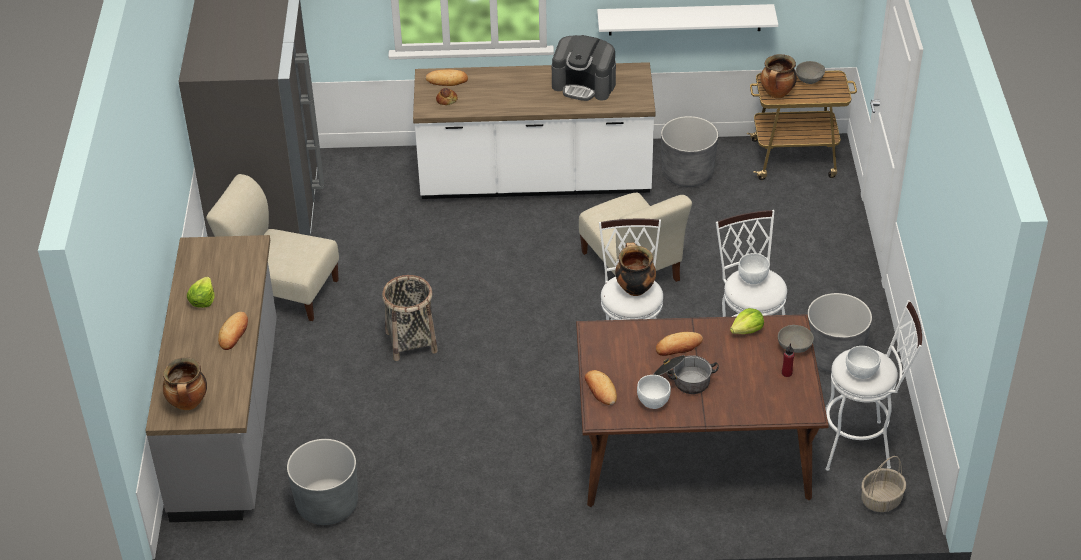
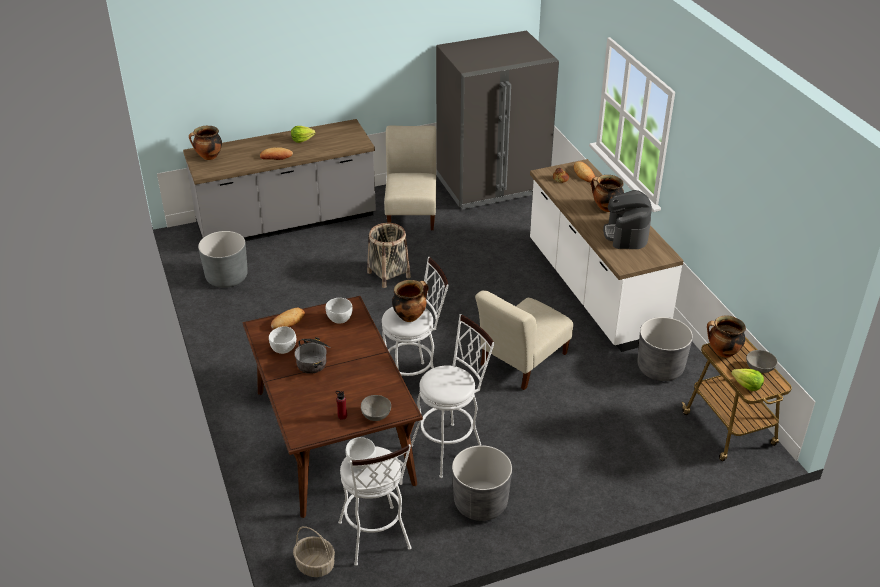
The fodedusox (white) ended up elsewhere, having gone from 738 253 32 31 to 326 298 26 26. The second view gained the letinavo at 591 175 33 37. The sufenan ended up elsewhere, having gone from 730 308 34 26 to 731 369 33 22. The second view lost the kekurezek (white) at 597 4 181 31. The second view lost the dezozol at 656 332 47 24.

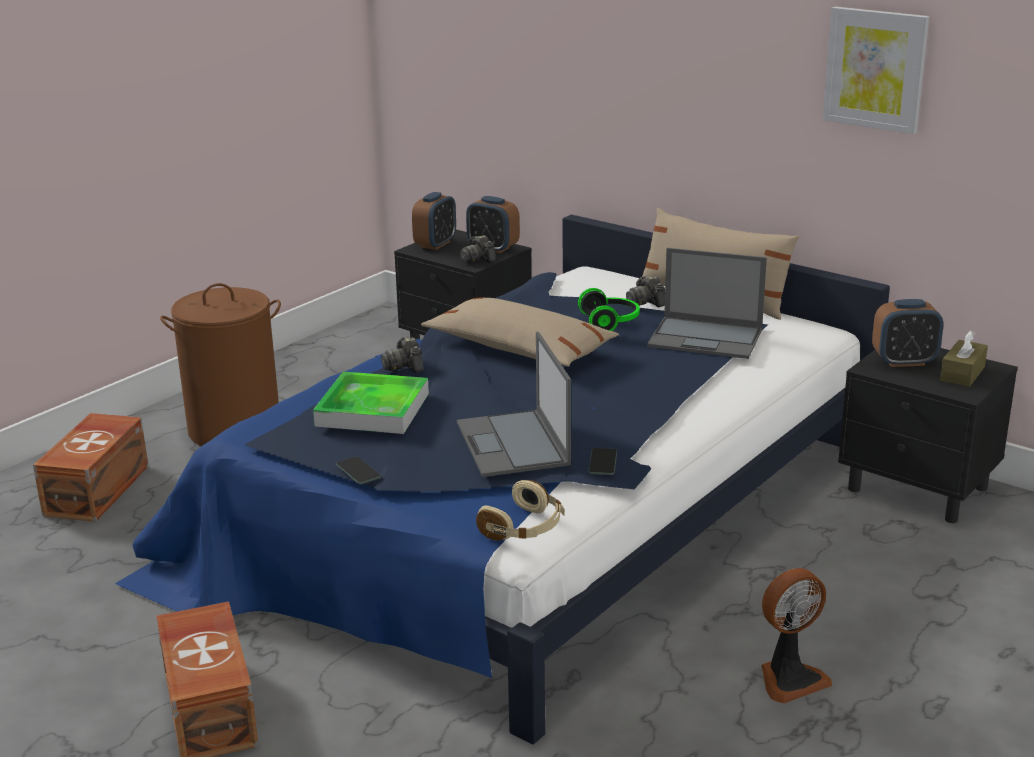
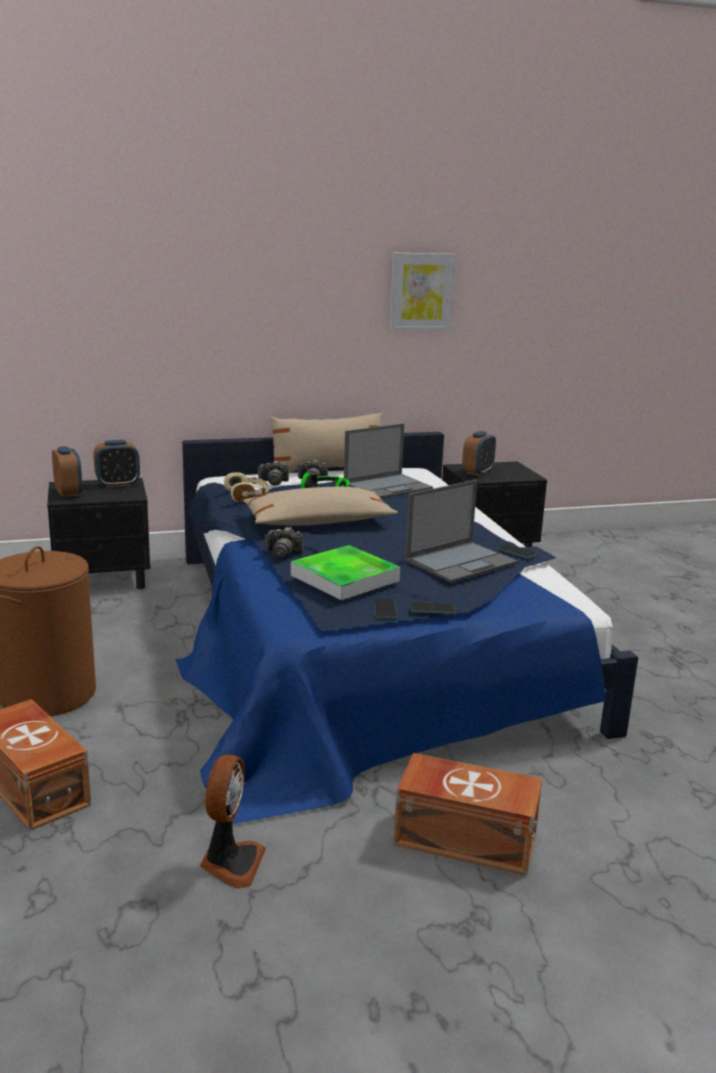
The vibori ended up elsewhere, having gone from 761 568 71 136 to 200 755 66 134. The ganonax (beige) ended up elsewhere, having gone from 476 480 89 61 to 224 472 45 30. The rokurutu ended up elsewhere, having gone from 460 235 36 29 to 257 460 32 26. The second view gained the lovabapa at 374 599 23 20. The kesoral at 457 332 114 145 ended up facing another way, 60 degrees counterclockwise from before. The second view lost the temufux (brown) at 940 330 48 57.

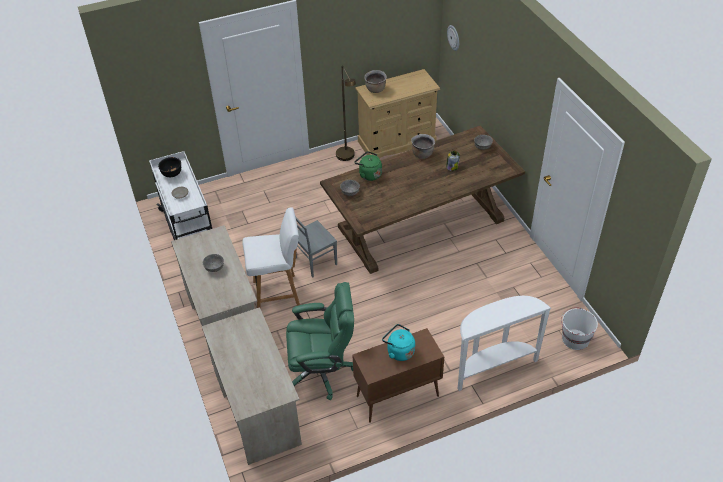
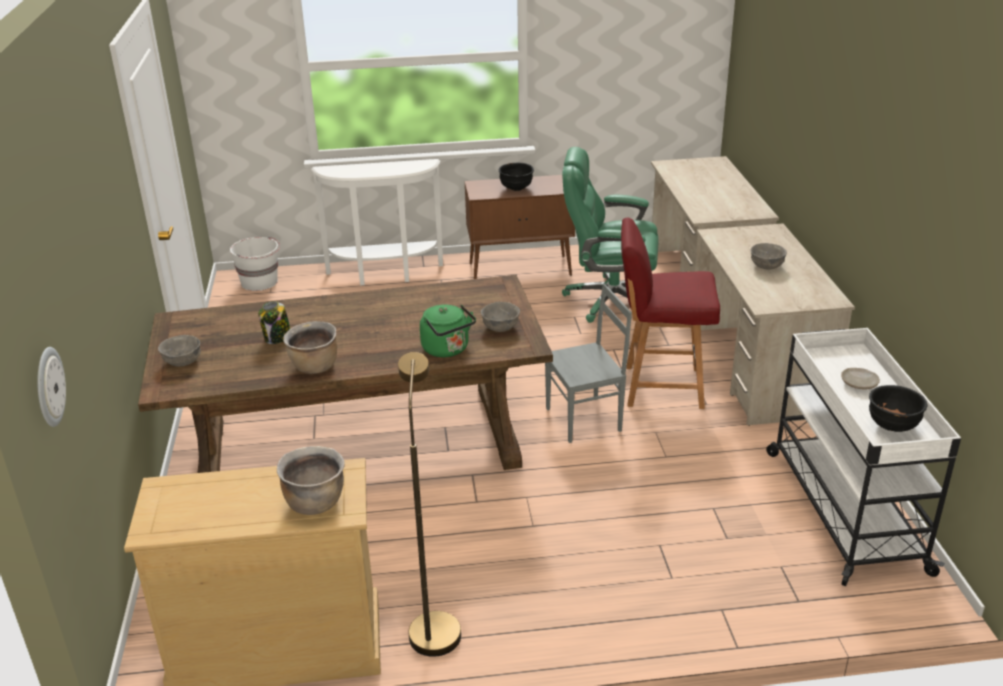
Where the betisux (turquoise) stood at 382 324 33 37, the fodedusox (black) came to stand at 499 163 35 28. What was the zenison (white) at 242 207 58 101 turned into the zenison (red) at 621 218 99 191.

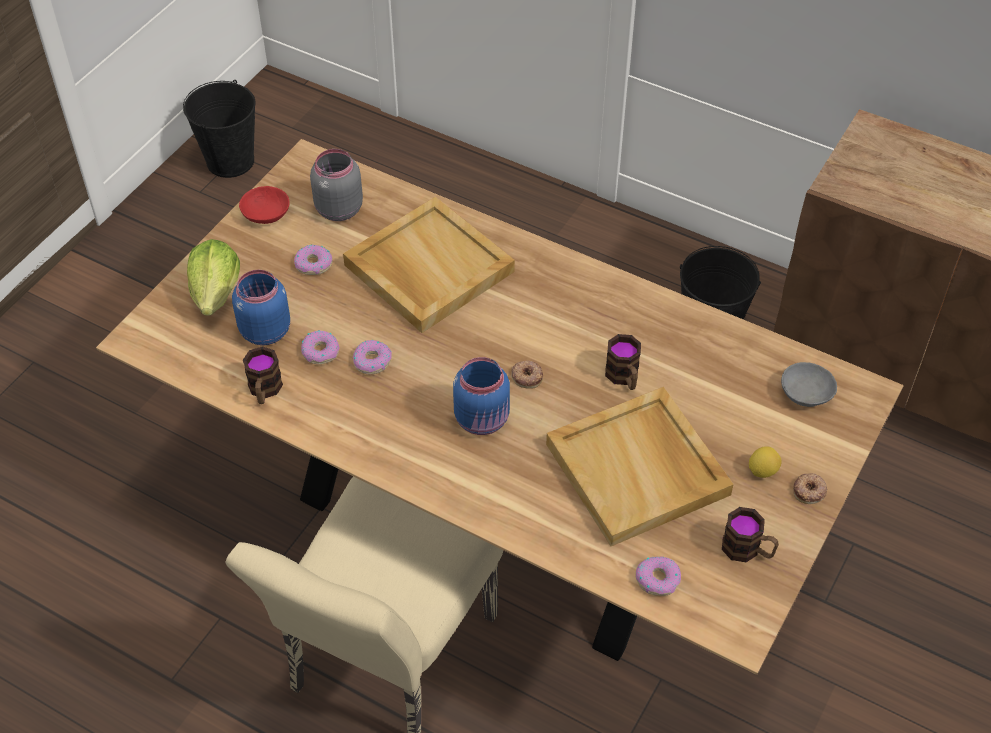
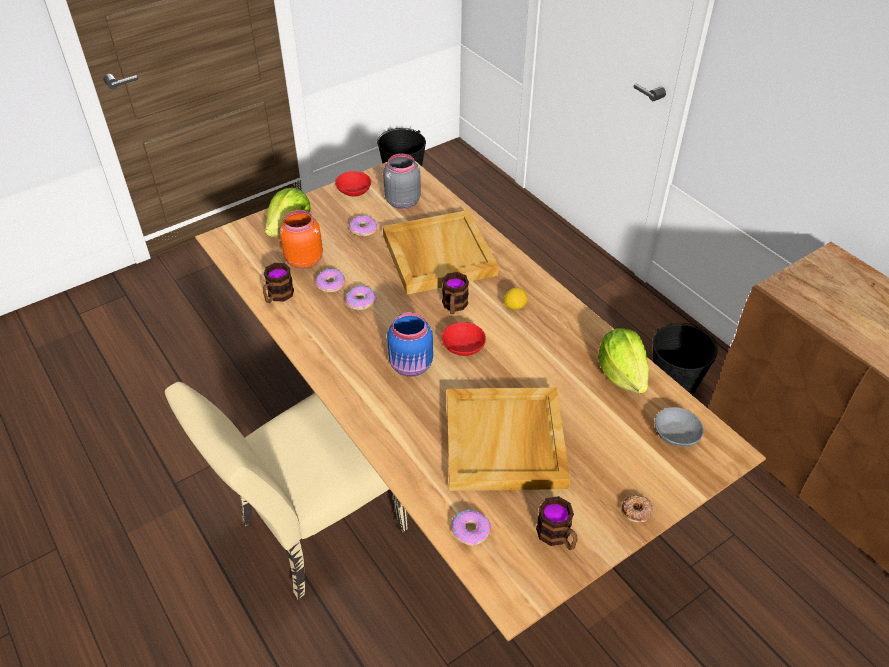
What was the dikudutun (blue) at 232 270 58 75 turned into the dikudutun (orange) at 280 210 43 59. The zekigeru ended up elsewhere, having gone from 605 334 36 56 to 442 272 27 42. Where the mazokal stood at 511 360 32 29, the fodedusox (red) came to stand at 442 322 44 34. The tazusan ended up elsewhere, having gone from 749 446 33 32 to 504 288 24 22. The second view gained the sufenan at 598 328 51 65.

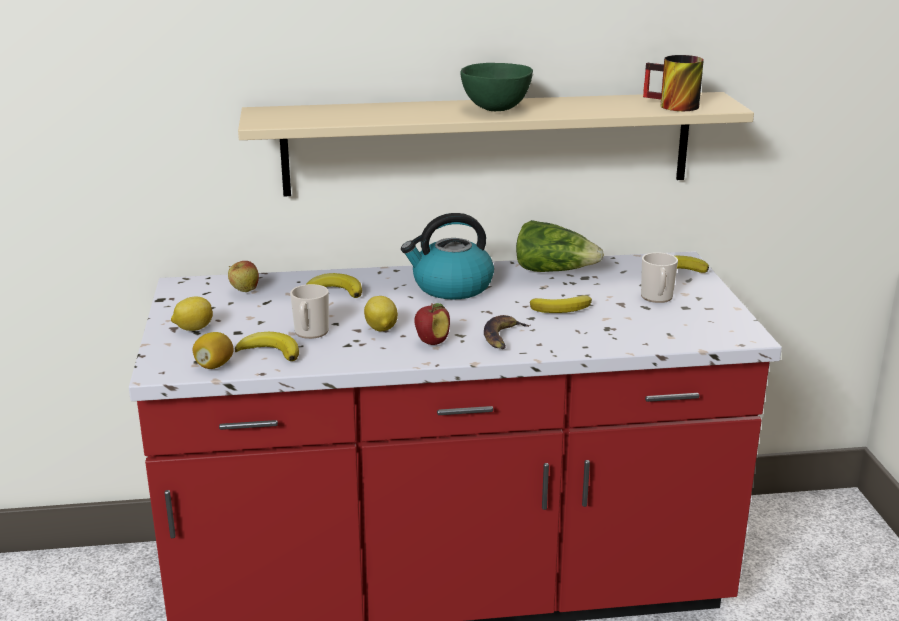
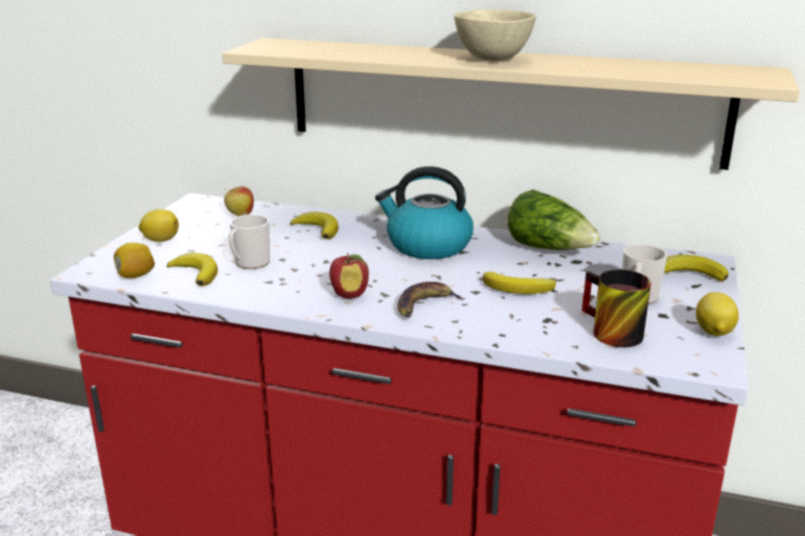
What was the fodedusox (green) at 460 63 73 48 turned into the fodedusox (beige) at 454 9 82 52. The zekigeru ended up elsewhere, having gone from 643 55 61 56 to 582 270 69 77. The tazusan ended up elsewhere, having gone from 364 296 34 35 to 696 292 43 44.

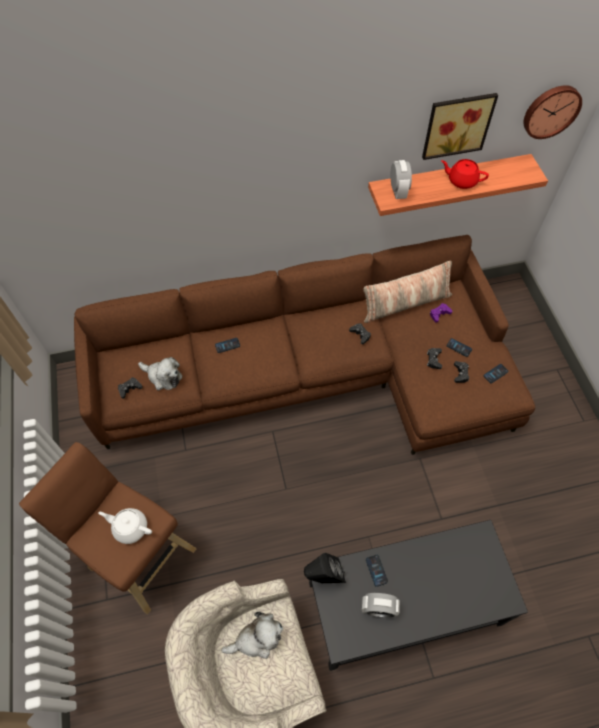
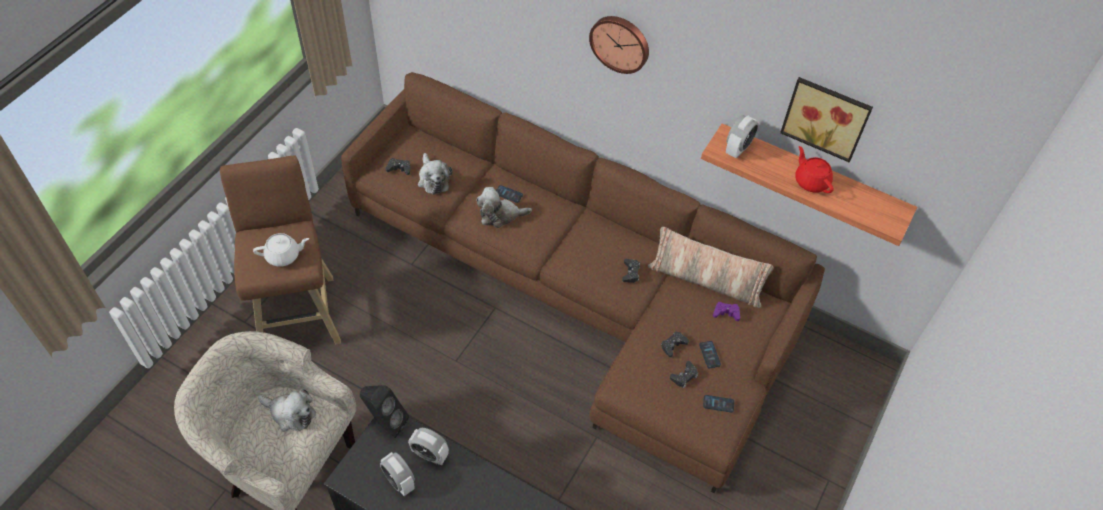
The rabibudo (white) at 98 508 54 36 ended up facing another way, 105 degrees clockwise from before. Where the lovabapa stood at 366 555 22 32, the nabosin came to stand at 408 428 41 37. The second view gained the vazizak at 476 187 56 41. The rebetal ended up elsewhere, having gone from 524 85 58 54 to 589 16 60 58.

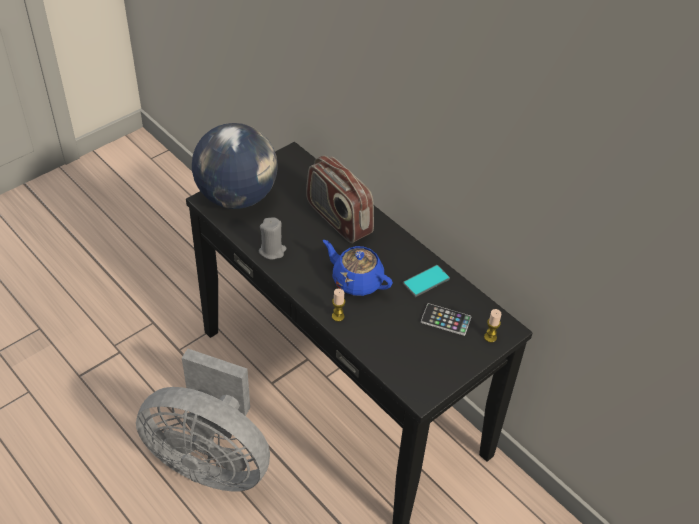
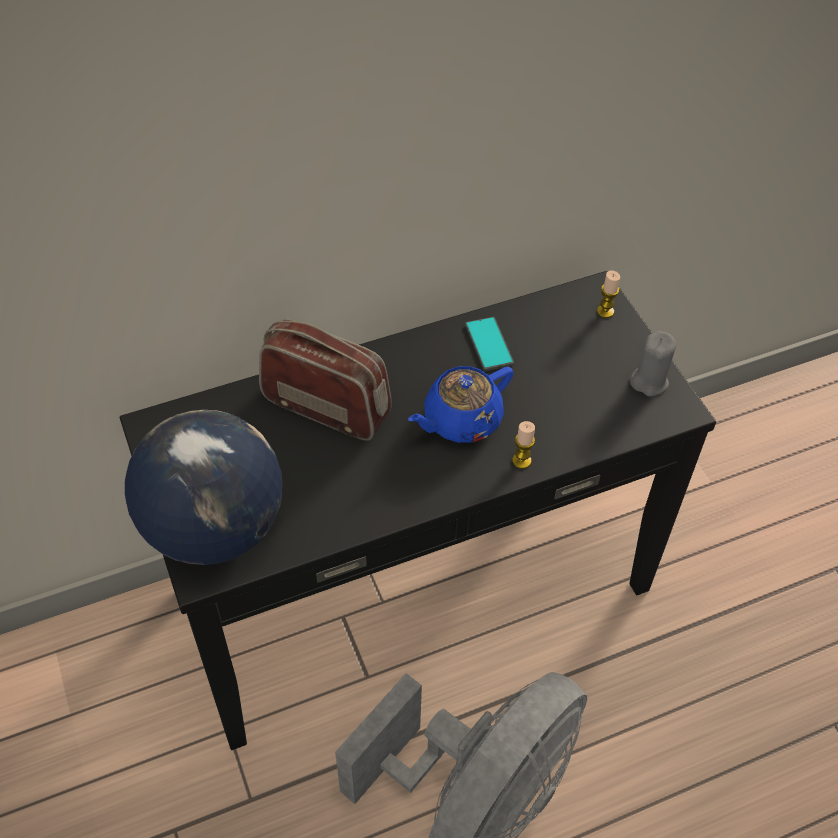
The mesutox at 306 155 68 88 ended up facing another way, 135 degrees counterclockwise from before. The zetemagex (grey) ended up elsewhere, having gone from 259 218 27 42 to 630 331 47 66. The second view lost the lovabapa at 421 303 51 33.

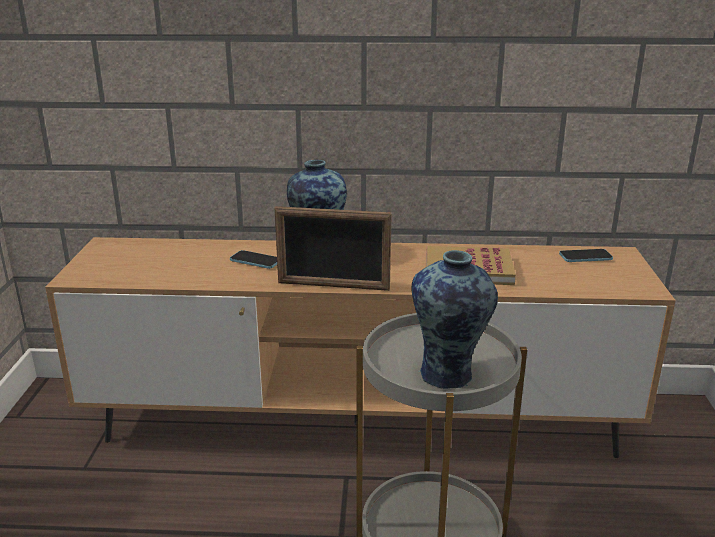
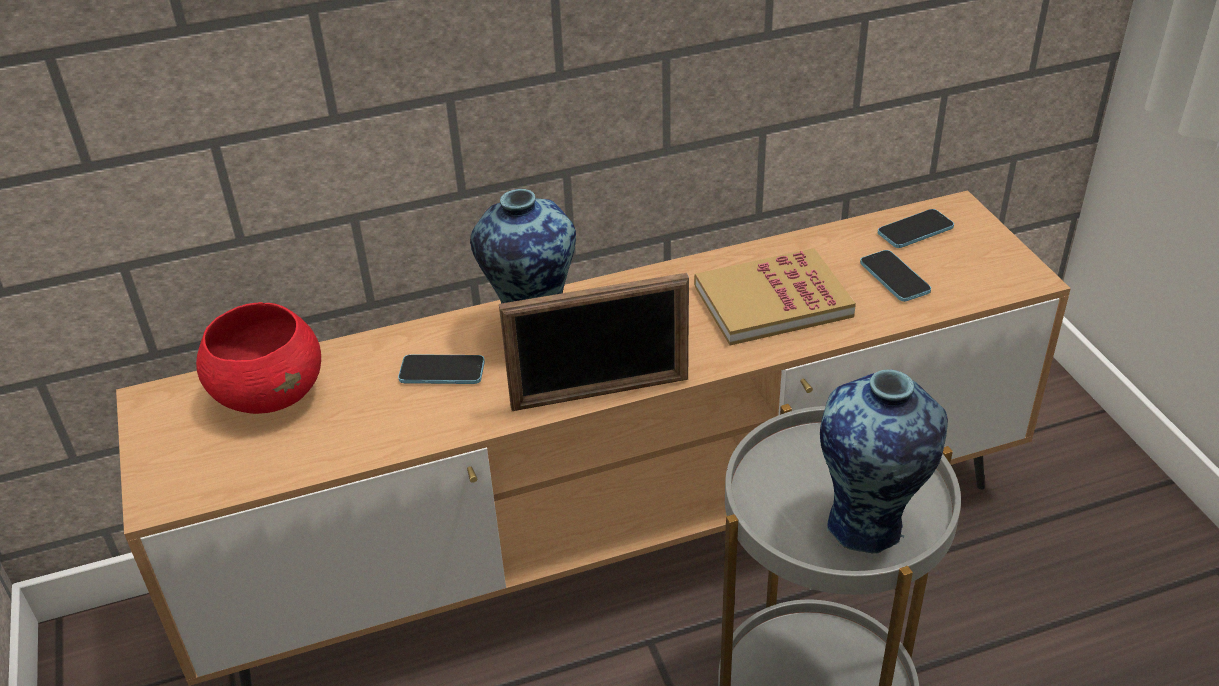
The second view gained the fodedusox (red) at 196 302 125 112. The second view gained the lovabapa at 860 250 71 52.

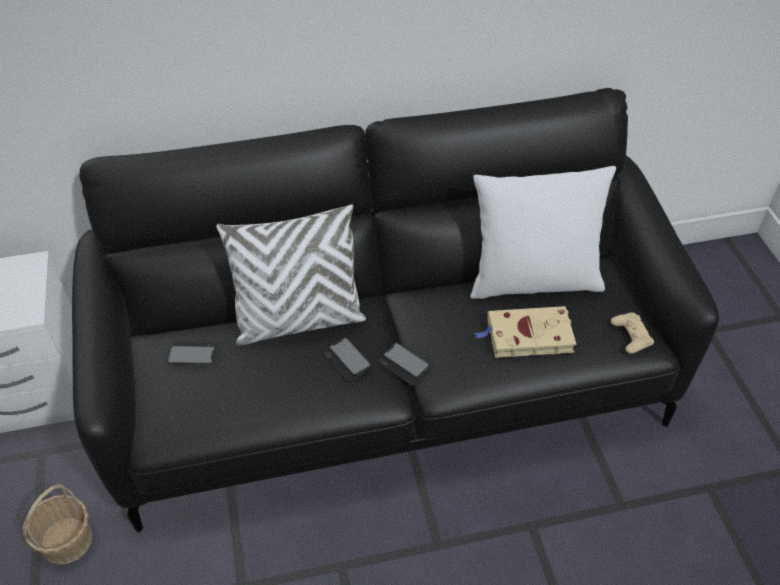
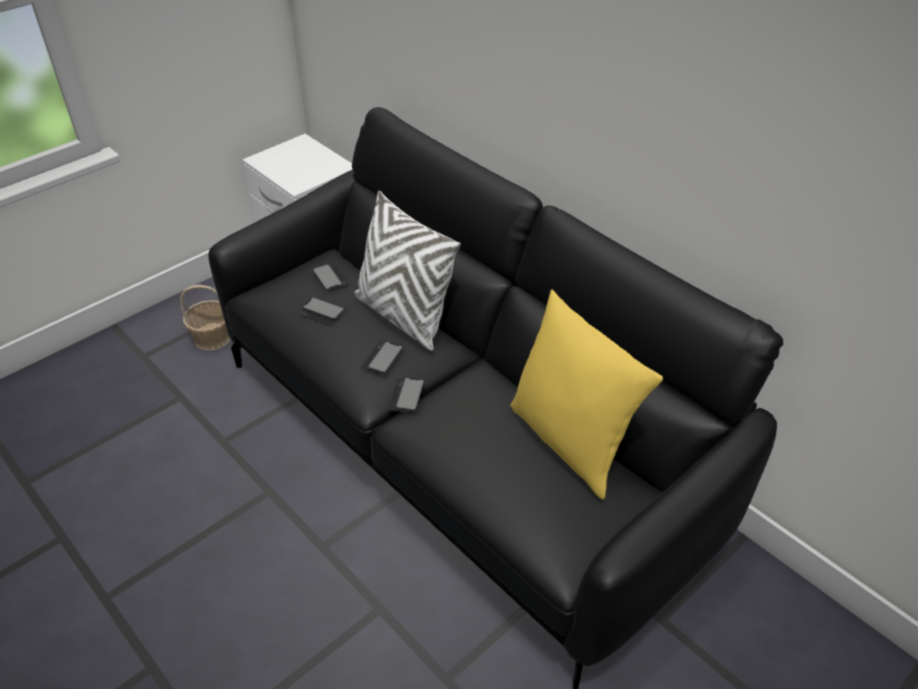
The second view gained the lovabapa at 299 297 45 29. What was the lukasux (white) at 470 166 146 133 turned into the lukasux (yellow) at 510 289 153 211. The second view lost the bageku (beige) at 474 306 102 52. The second view lost the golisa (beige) at 611 312 43 42.

